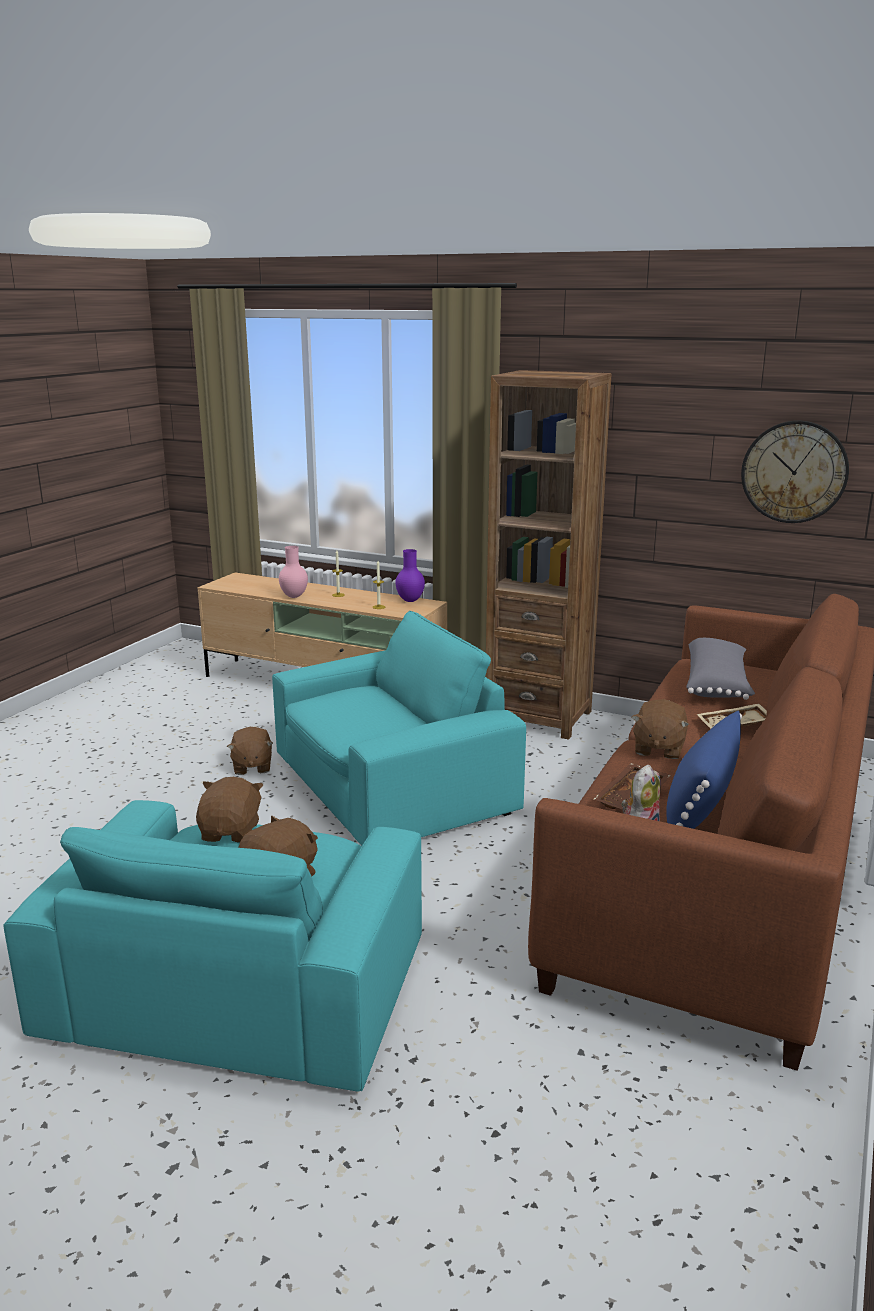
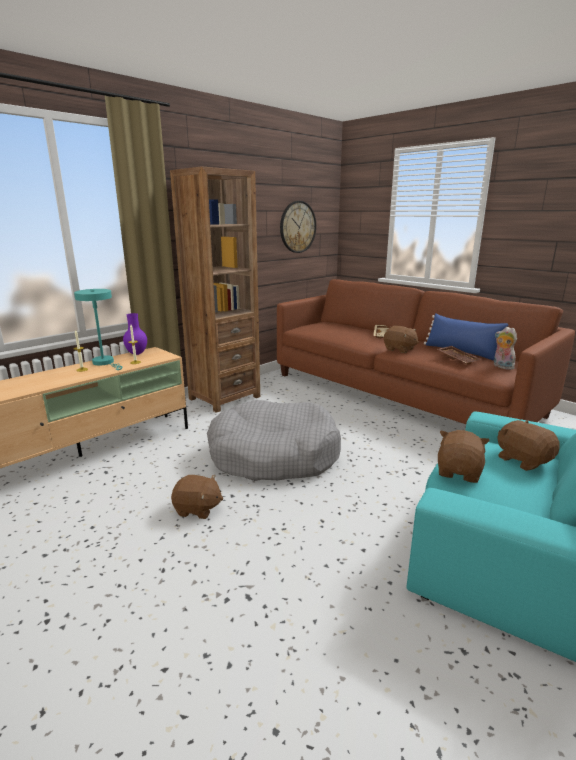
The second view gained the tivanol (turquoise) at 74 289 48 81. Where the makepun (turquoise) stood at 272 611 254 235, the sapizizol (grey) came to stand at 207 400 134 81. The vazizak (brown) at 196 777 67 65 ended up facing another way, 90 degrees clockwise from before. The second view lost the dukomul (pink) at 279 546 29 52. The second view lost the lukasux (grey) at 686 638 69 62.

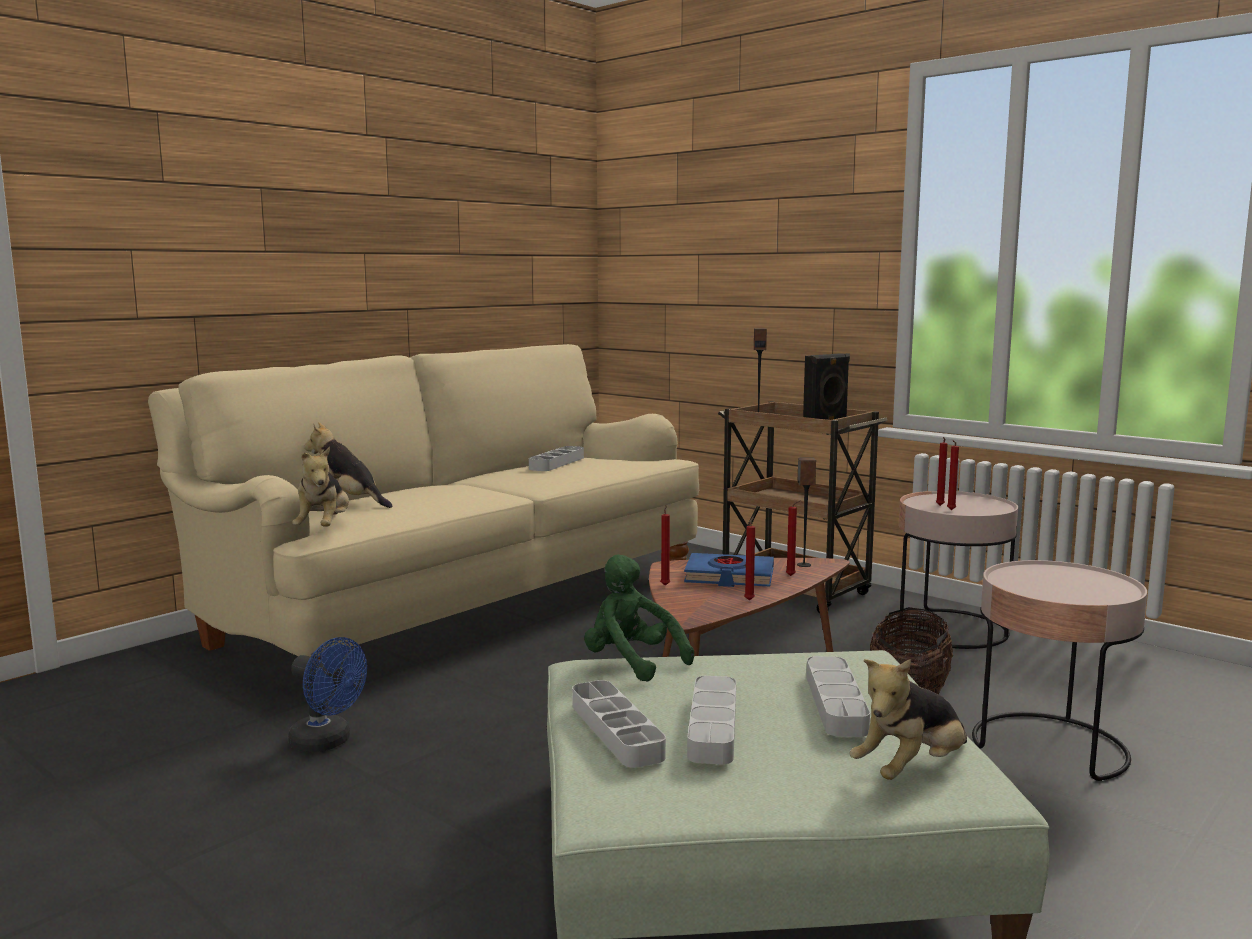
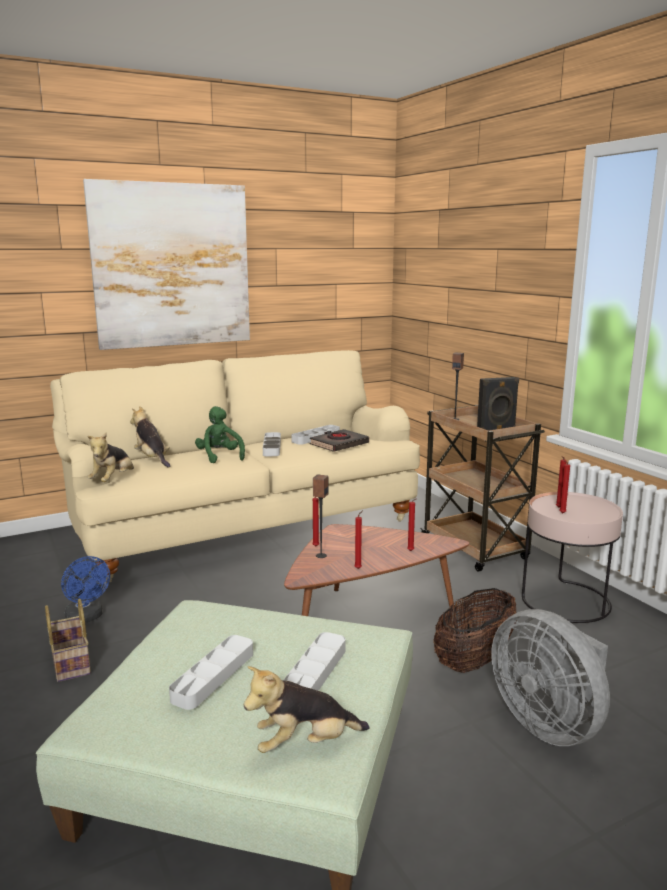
The second view gained the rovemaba at 45 599 46 83. The second view gained the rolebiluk at 83 179 167 171. The vazizak (green) ended up elsewhere, having gone from 584 554 110 128 to 195 406 50 57. The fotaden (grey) ended up elsewhere, having gone from 572 680 94 88 to 263 432 18 24. The second view gained the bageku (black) at 309 429 60 23. The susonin ended up elsewhere, having gone from 797 458 19 109 to 313 474 15 84. Where the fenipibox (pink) stood at 972 560 175 221, the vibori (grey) came to stand at 492 609 118 137. The second view lost the bageku (blue) at 684 553 90 34.

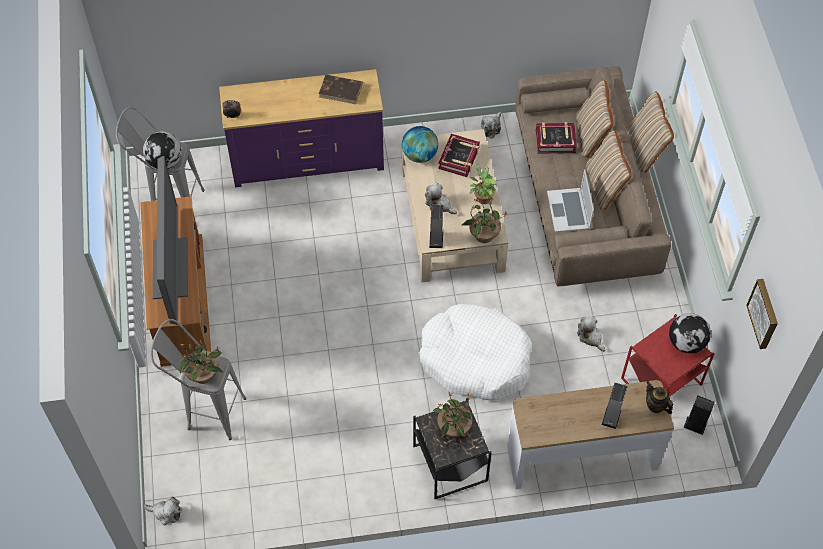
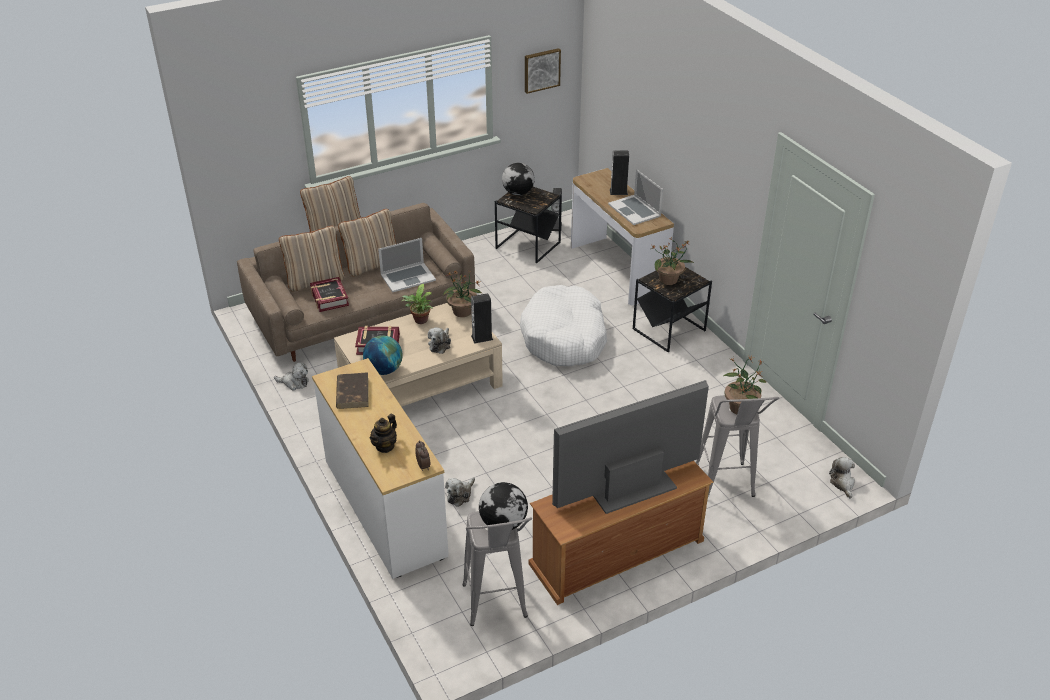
What was the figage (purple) at 219 69 165 119 turned into the figage (white) at 312 358 137 221. The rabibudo ended up elsewhere, having gone from 646 381 27 33 to 369 414 28 39. The vazizak ended up elsewhere, having gone from 577 316 28 36 to 445 477 30 30. What was the fenipibox (red) at 621 314 94 82 turned into the fenipibox (black) at 495 187 67 76. The second view gained the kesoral at 608 169 55 56.

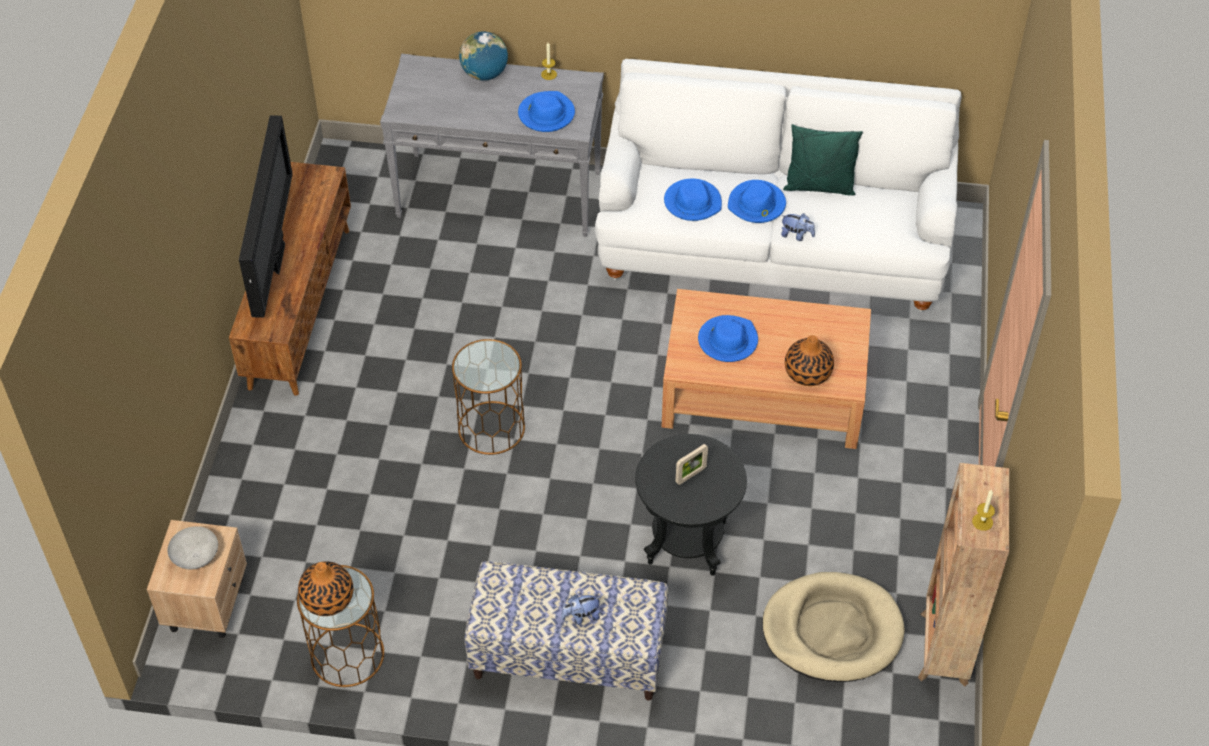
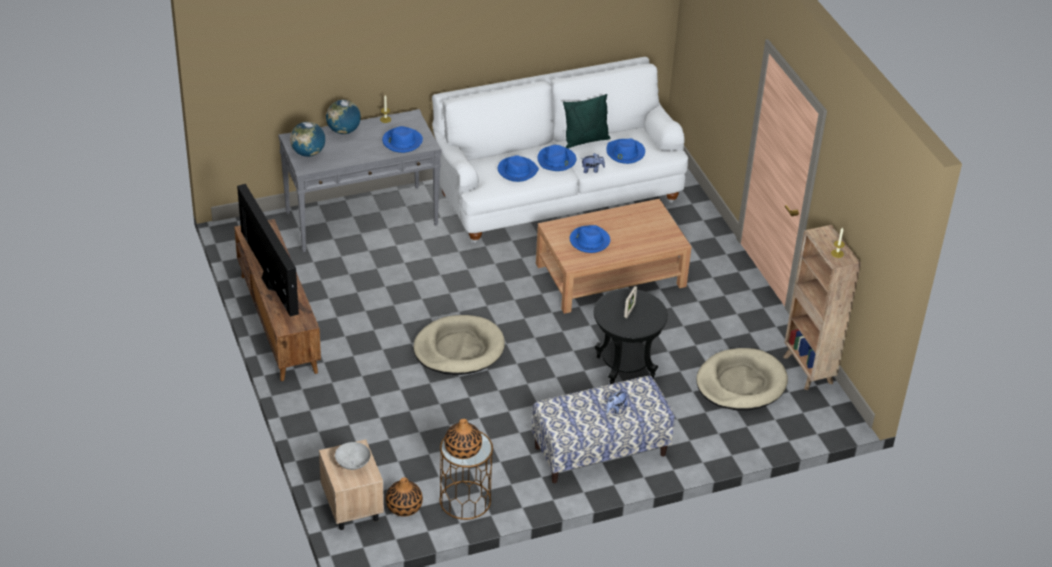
The second view gained the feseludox at 290 122 35 35. The dukomul ended up elsewhere, having gone from 785 335 49 51 to 386 477 37 40. Where the fenipibox (brown) stood at 452 339 73 116, the sapizizol (beige) came to stand at 413 315 92 60. The second view gained the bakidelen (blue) at 606 138 39 26.

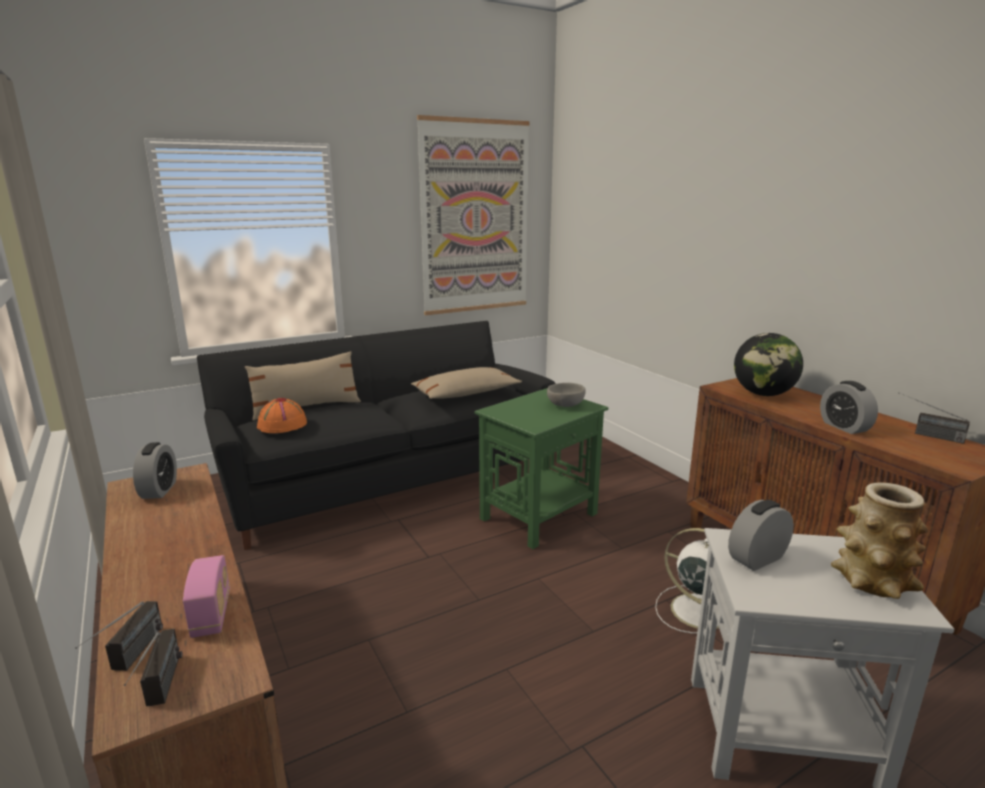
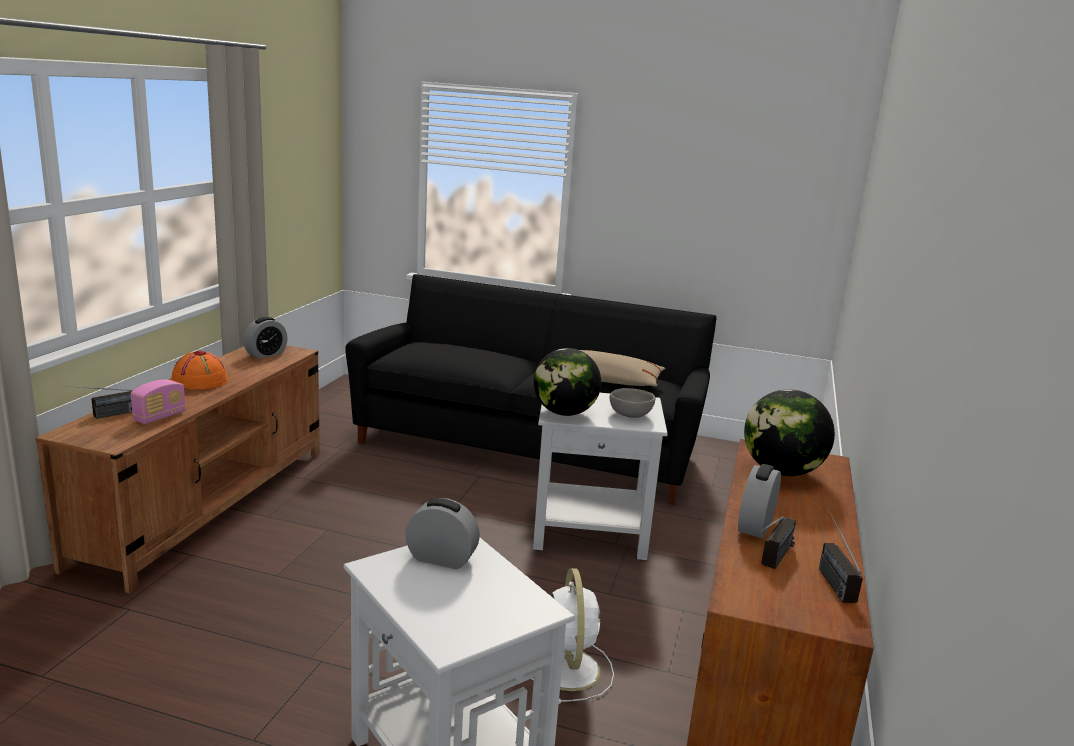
The bakidelen (orange) ended up elsewhere, having gone from 257 398 50 35 to 171 351 57 38. What was the fenipibox (green) at 474 388 134 161 turned into the fenipibox (white) at 533 393 135 167. The second view gained the feseludox at 534 348 67 68. The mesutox ended up elsewhere, having gone from 124 629 59 77 to 760 516 36 53. The second view lost the lukasux (beige) at 245 351 116 70. The second view lost the rolebiluk at 417 115 113 200. The second view lost the dukomul at 831 482 97 117.

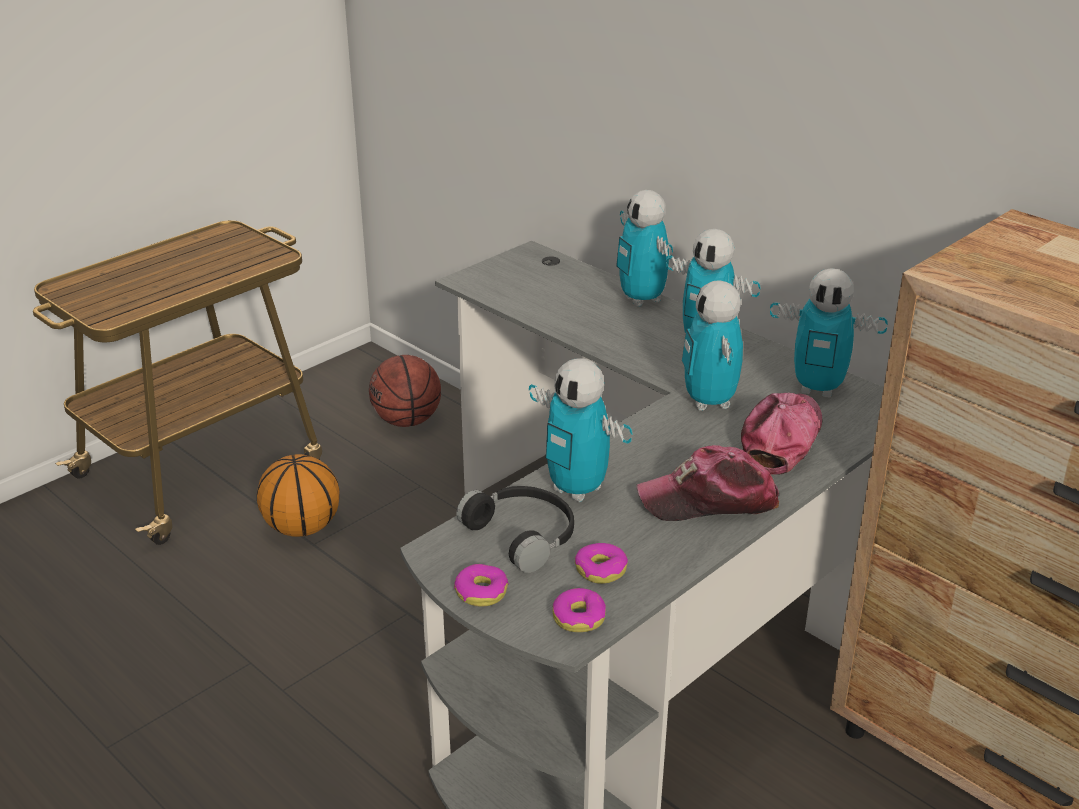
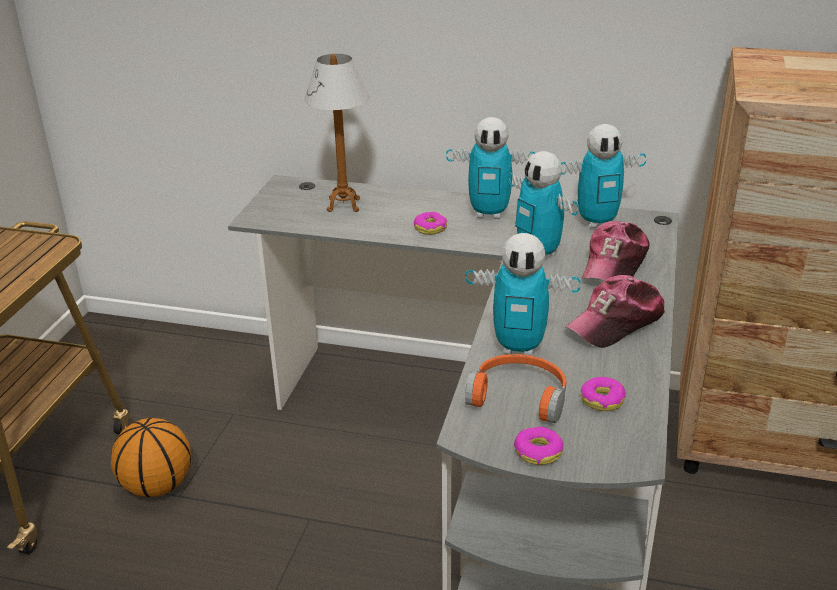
The second view gained the tivanol at 304 54 66 158. The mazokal ended up elsewhere, having gone from 552 588 54 44 to 414 212 33 23. What was the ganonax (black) at 456 486 118 87 turned into the ganonax (orange) at 465 354 101 69. The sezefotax at 741 392 81 83 ended up facing another way, 150 degrees counterclockwise from before. The second view lost the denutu at 369 355 72 72. The second view lost the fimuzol at 616 190 57 117.

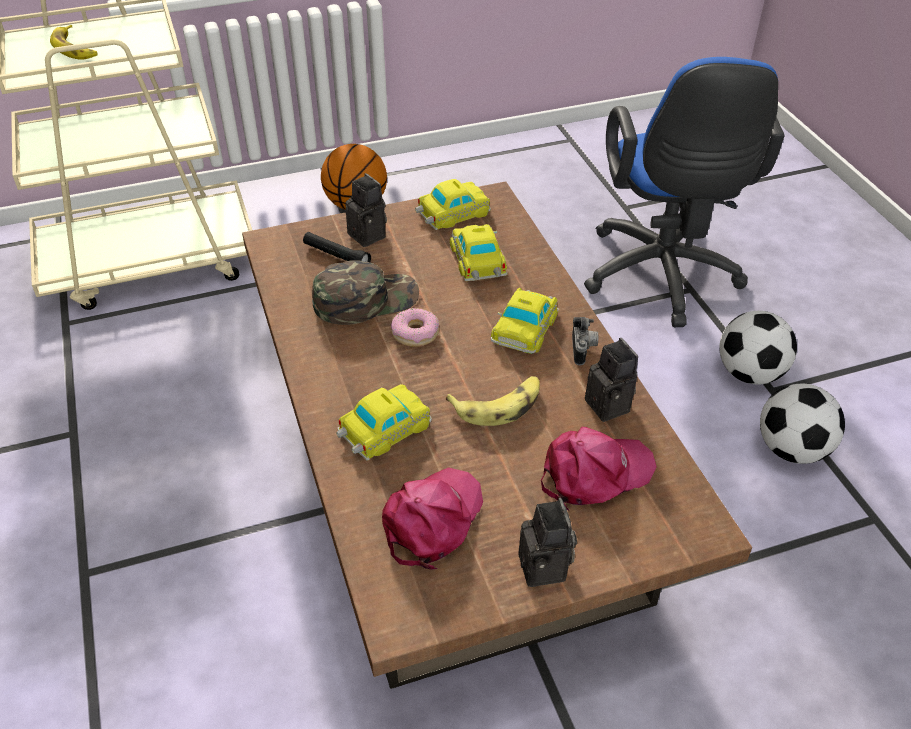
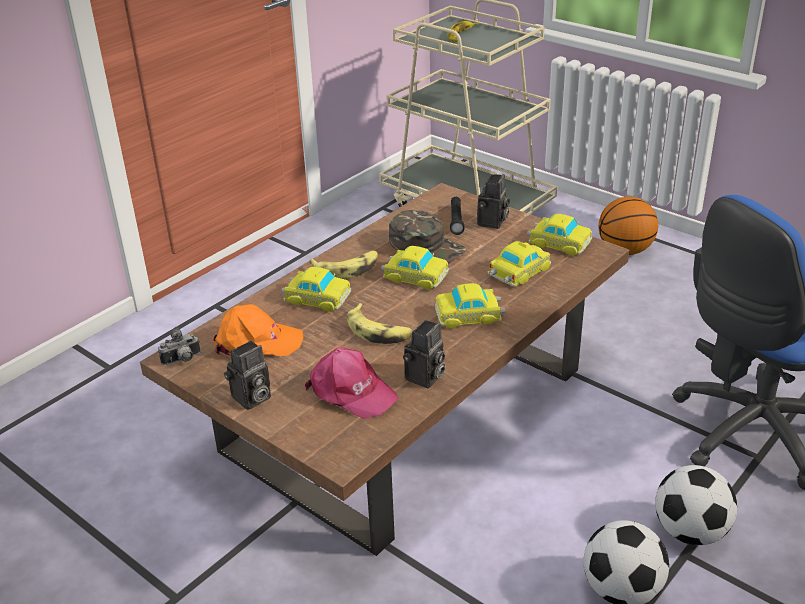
The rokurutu ended up elsewhere, having gone from 572 317 26 48 to 158 327 43 38. What was the sezefotax (pink) at 382 467 101 103 turned into the sezefotax (orange) at 213 304 90 53. The second view gained the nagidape at 309 251 69 28. Where the mazokal stood at 391 308 48 39, the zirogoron came to stand at 381 246 68 44.

